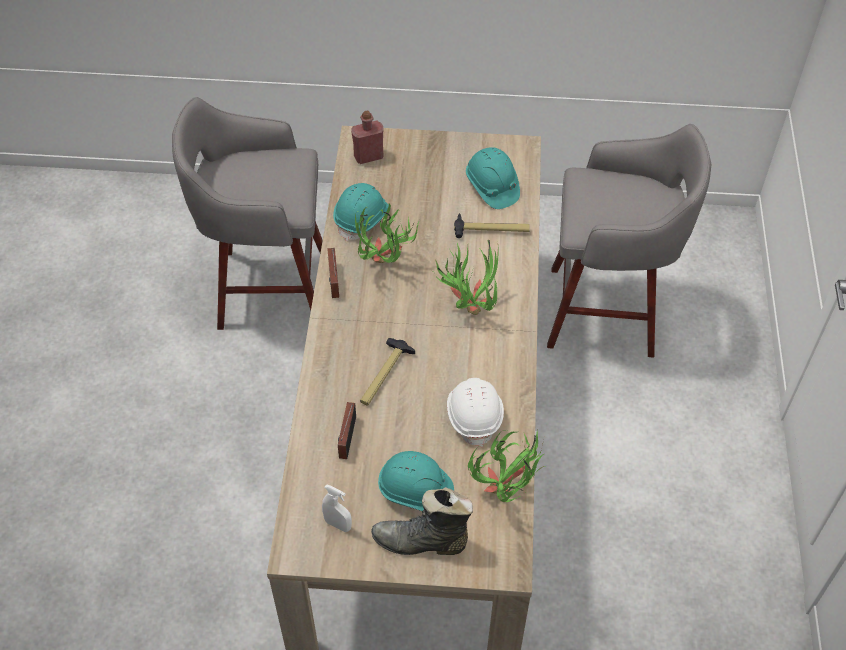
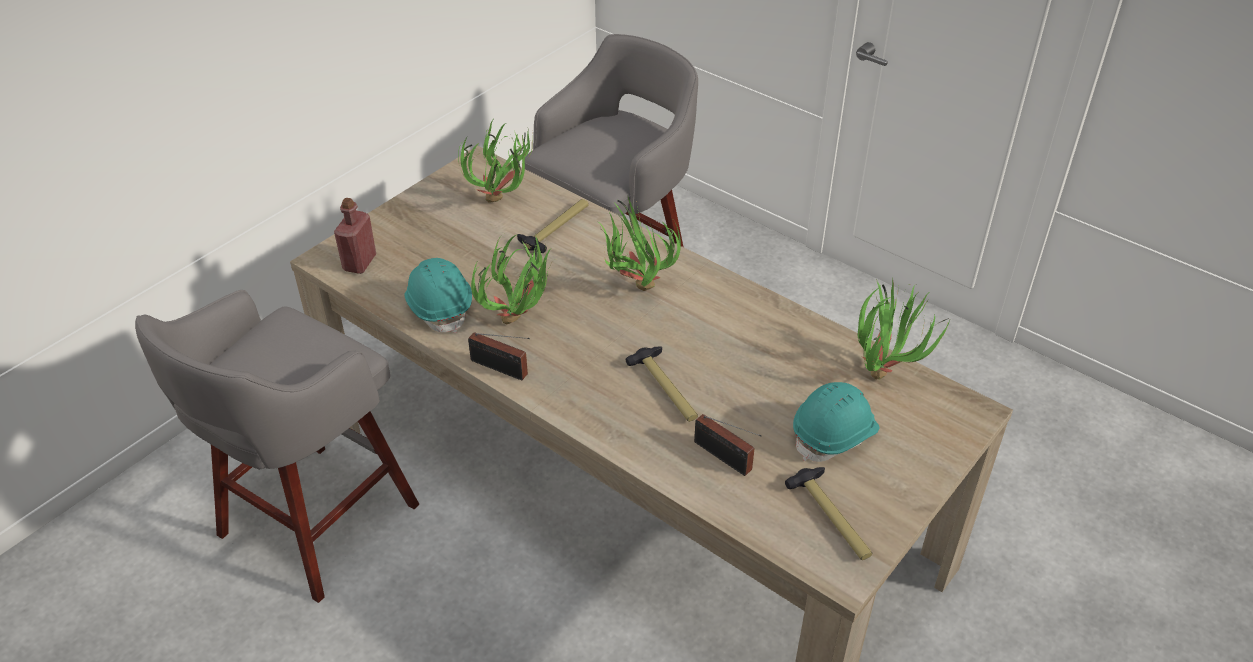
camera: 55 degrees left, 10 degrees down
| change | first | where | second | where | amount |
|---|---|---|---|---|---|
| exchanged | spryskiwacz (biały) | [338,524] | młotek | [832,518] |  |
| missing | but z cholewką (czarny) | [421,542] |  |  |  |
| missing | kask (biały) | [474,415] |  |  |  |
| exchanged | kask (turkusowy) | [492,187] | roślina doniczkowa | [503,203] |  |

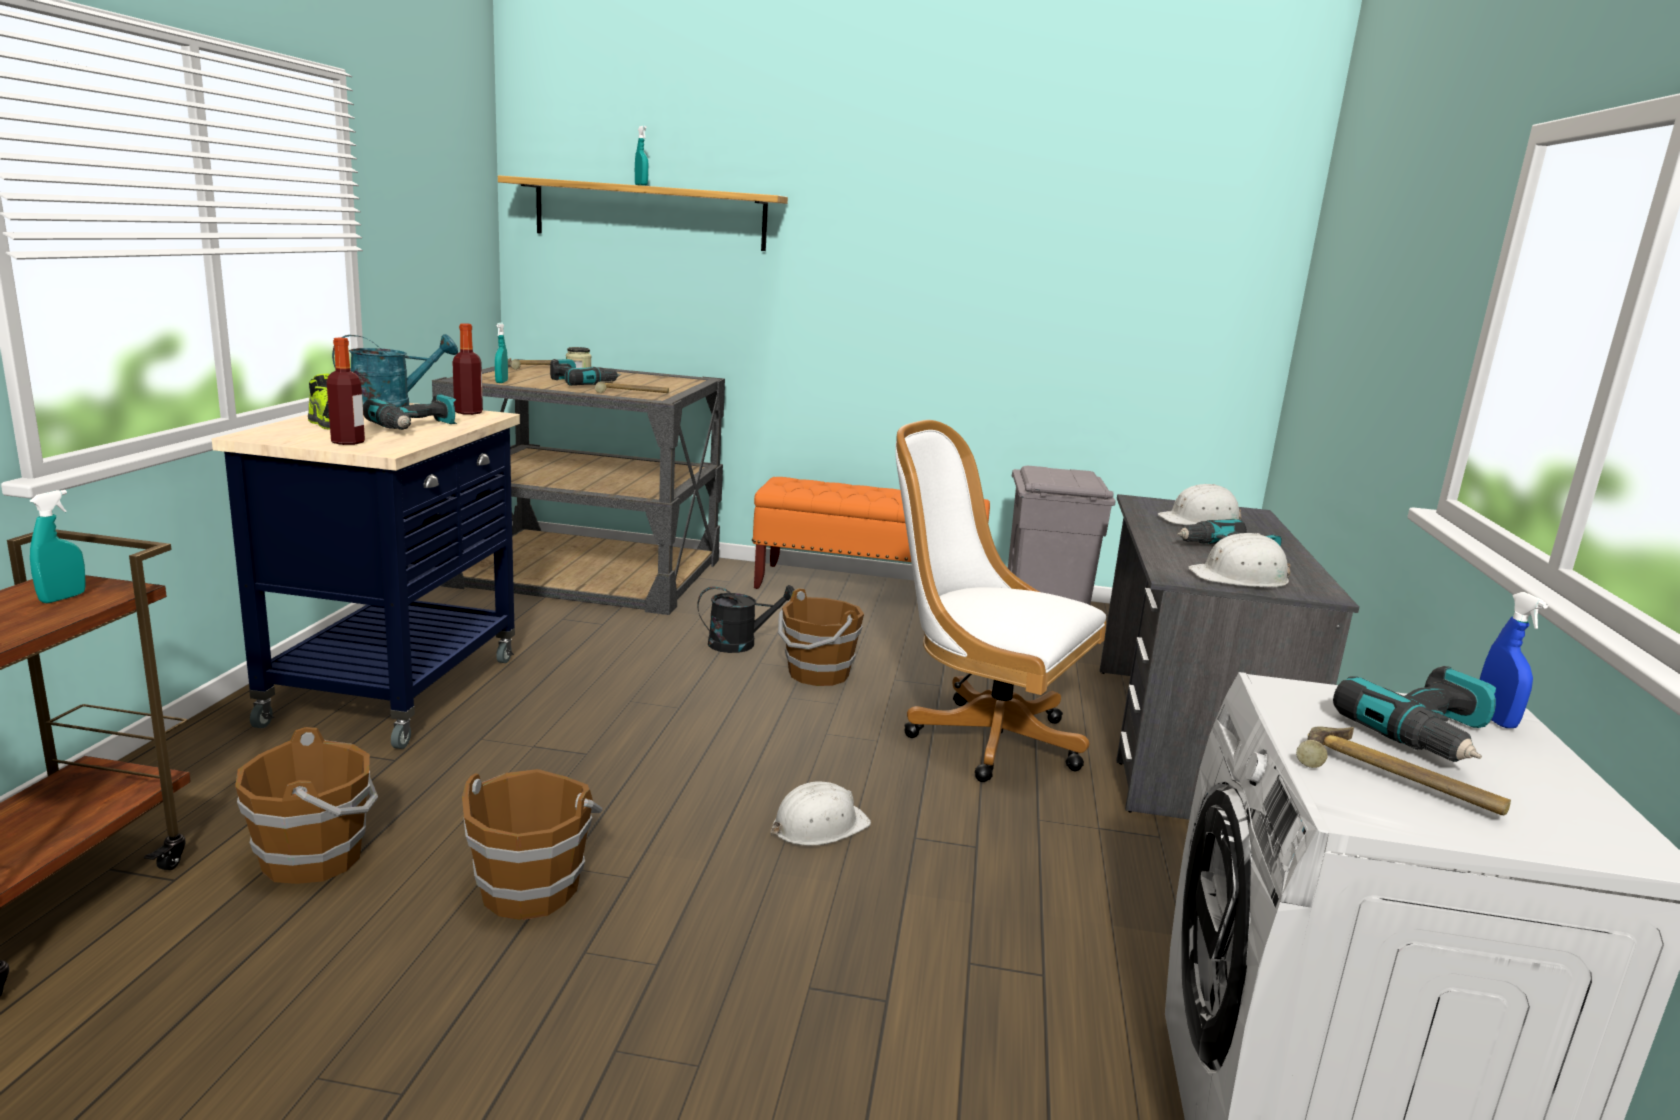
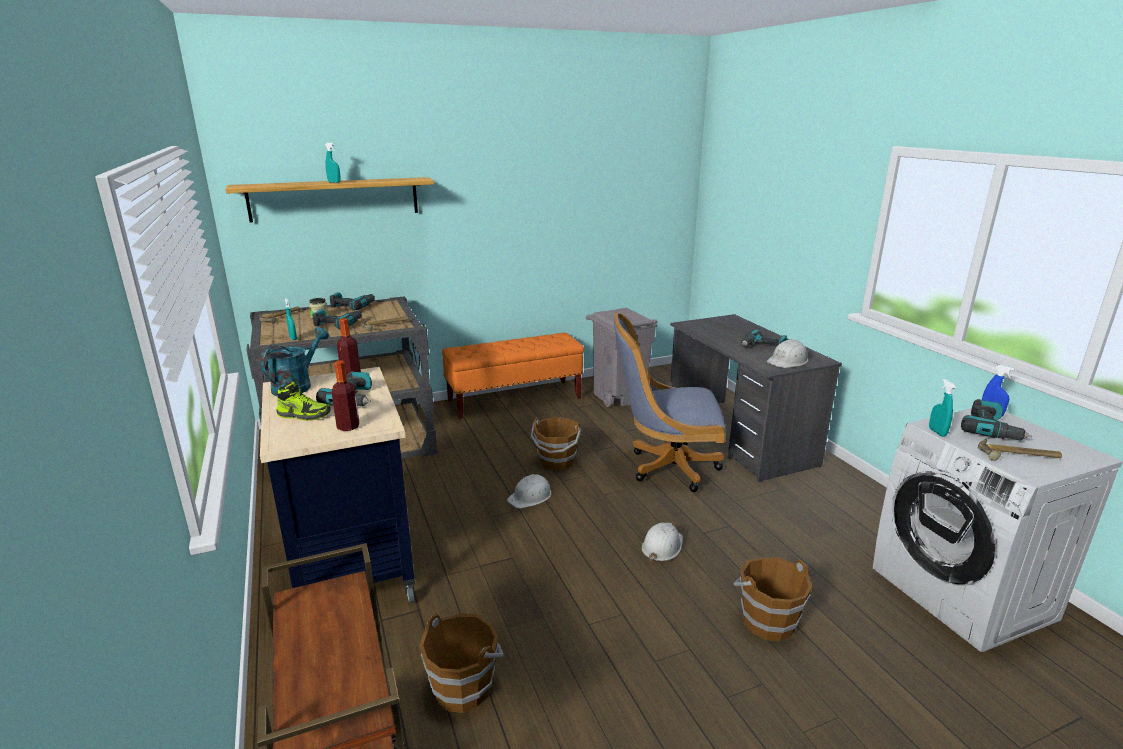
camera: 30 degrees left, 5 degrees up
| change | first | where | second | where | amount |
|---|---|---|---|---|---|
| relocated | spryskiwacz (turkusowy) | [63,598] |  | [937,432] |  |
| relocated | wiadro (brązowy) | [530,889] |  | [767,621] |  |
| missing | konewka (czarny) | [741,644] |  |  |  |
| colour | krzesło biurowe (biały) | [979,737] | krzesło biurowe (niebieski) | [665,468] |  |
| relocated | kask (biały) | [1201,521] |  | [530,496] |  |
| appeared |  |  | wiertarka | [353,306] |  |

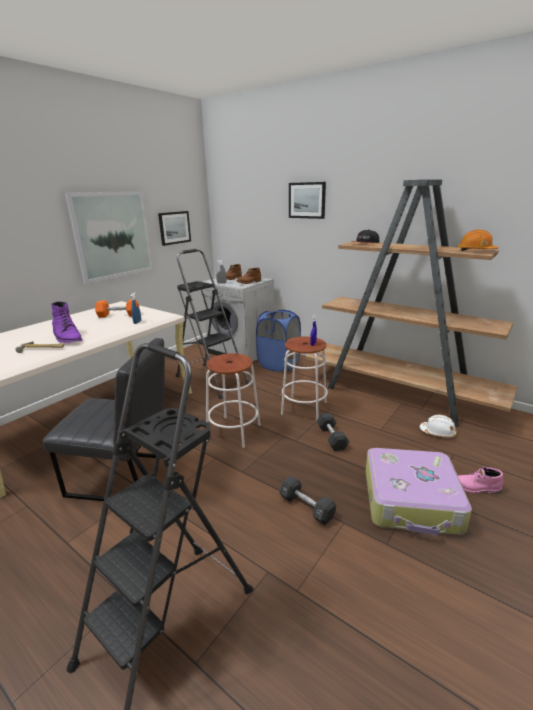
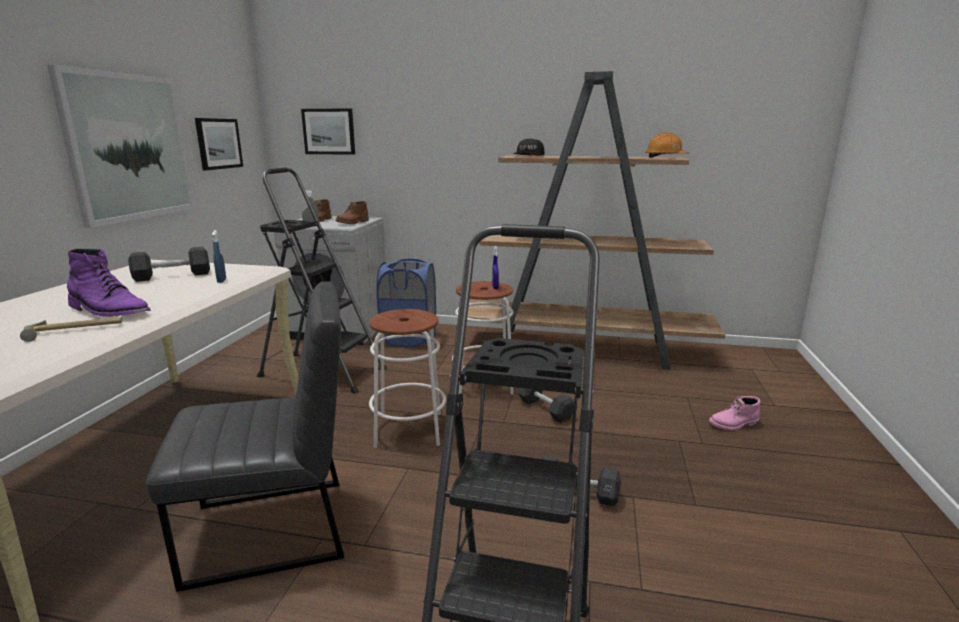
camera: 25 degrees left, 5 degrees down
| change | first | where | second | where | amount |
|---|---|---|---|---|---|
| colour | hantel (pomarańczowy) | [118,315] | hantel (czarny) | [172,276] |  |
| relocated | obraz | [307,200] |  | [329,131] |  |
| missing | walizka | [411,501] |  |  |  |
| missing | kask (biały) | [438,432] |  |  |  |

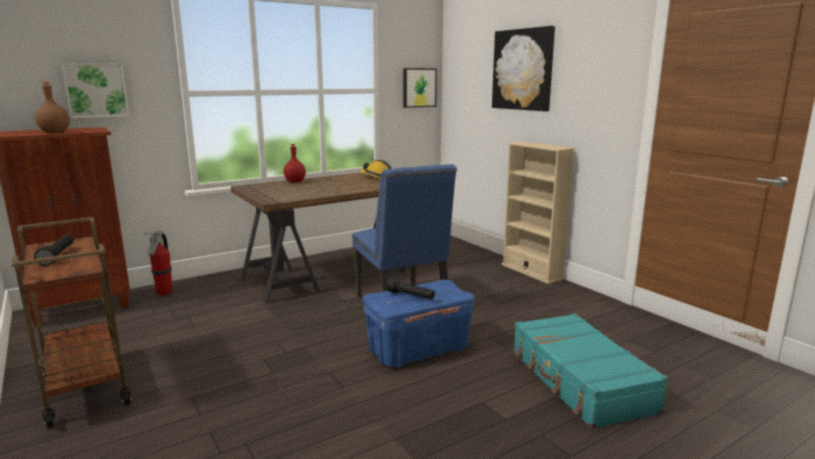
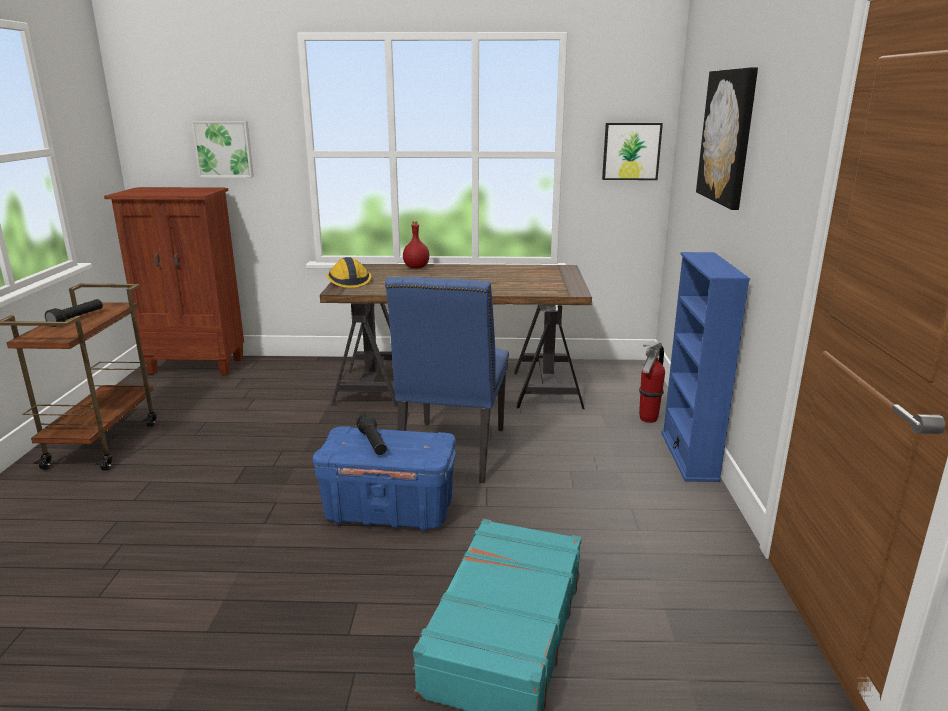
camera: 35 degrees right, 5 degrees up
| change | first | where | second | where | amount |
|---|---|---|---|---|---|
| missing | butelka (brązowy) | [54,132] |  |  |  |
| relocated | gaśnica | [164,293] |  | [648,419] |  |
| relocated | kask | [378,177] |  | [348,281] |  |
| colour | regał (beżowy) | [531,272] | regał (niebieski) | [689,456] |  |

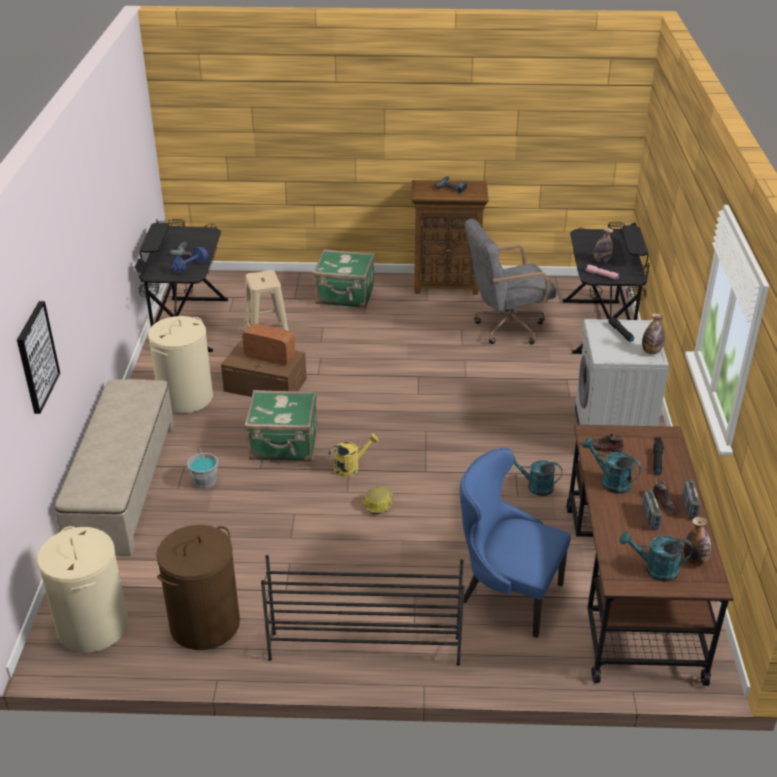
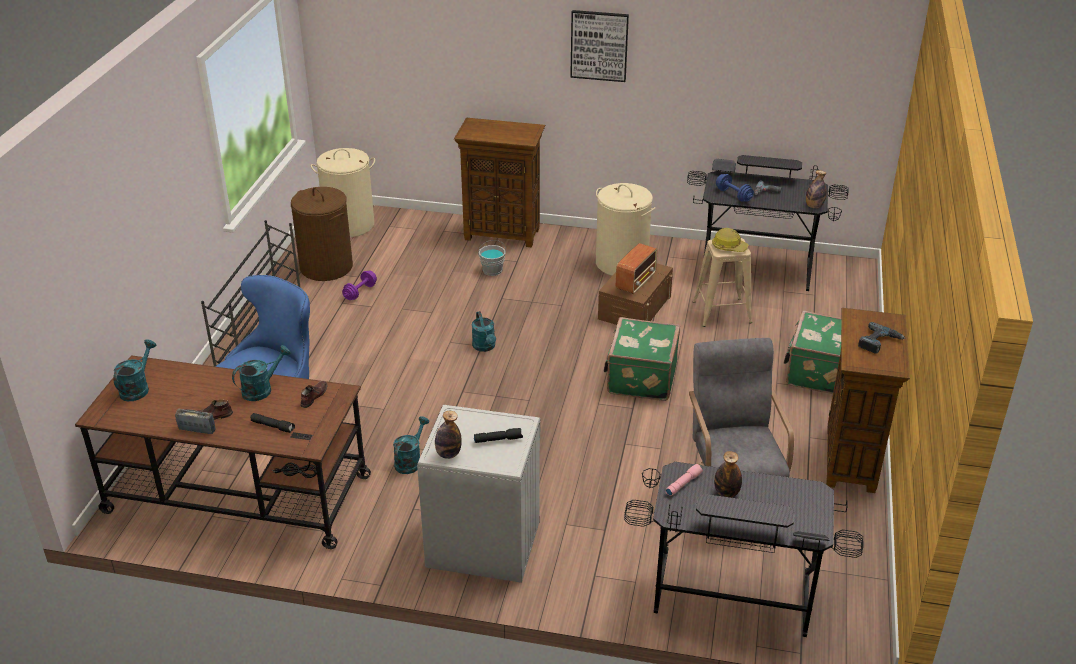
camera: 100 degrees right, 0 degrees up
| change | first | where | second | where | amount |
|---|---|---|---|---|---|
| relocated | obraz | [36,357] |  | [599,45] |  |
| exchanged | ławka (beżowy) | [123,484] | szafka (brązowy) | [503,234] |  |
| relocated | walizka (zielony) | [284,445] |  | [640,378] |  |
| colour | konewka (żółty) | [351,467] | konewka (turkusowy) | [485,347] |  |
| relocated | kask | [378,504] |  | [728,247] |  |
| missing | radio | [649,518] |  |  |  |
| relocated | butelka | [695,560] |  | [814,206] |  |
| appeared |  |  | hantel (fioletowy) | [360,292] |  |

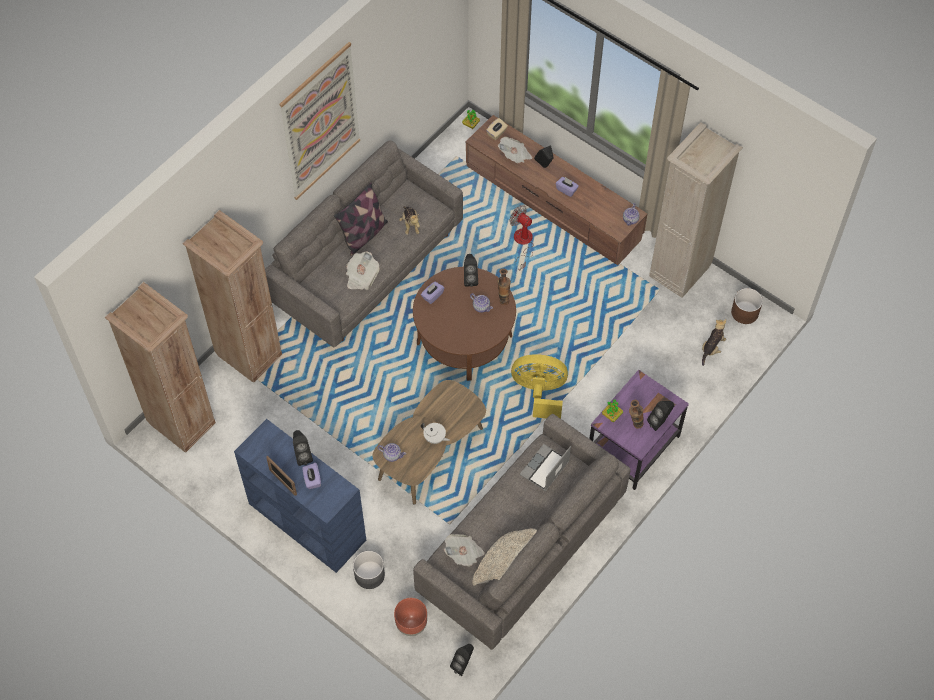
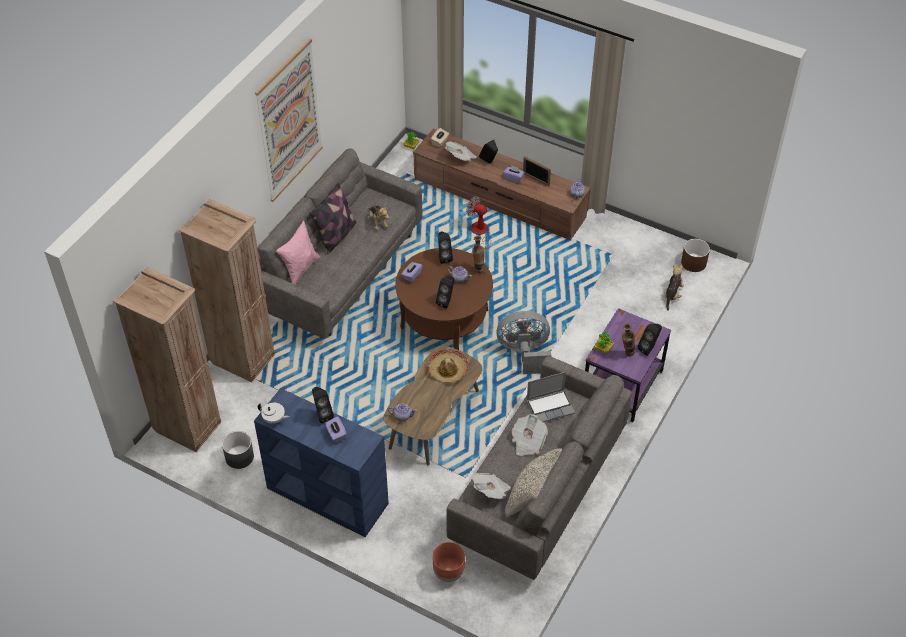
camera: 10 degrees left, 10 degrees down
| change | first | where | second | where | amount |
|---|---|---|---|---|---|
| relocated | ramka na zdjęcie | [282,482] |  | [536,179] |  |
| relocated | gazeta | [361,277] |  | [527,442] |  |
| relocated | donica (szary) | [369,574] |  | [239,456] |  |
| relocated | imbryk (biały) | [435,438] |  | [274,419] |  |
| relocated | głośnik (czarny) | [463,664] |  | [446,301] |  |
| colour | wentylator (żółty) | [539,393] | wentylator (szary) | [524,353] |  |
| spun | laptop | [545,469] |  | [550,406] | 135 degrees counterclockwise |
| missing | szafka (beżowy) | [680,271] |  |  |  |
| appeared |  |  | poduszka (różowy) | [300,269] |  |
| appeared |  |  | kapelusz | [448,369] |  |

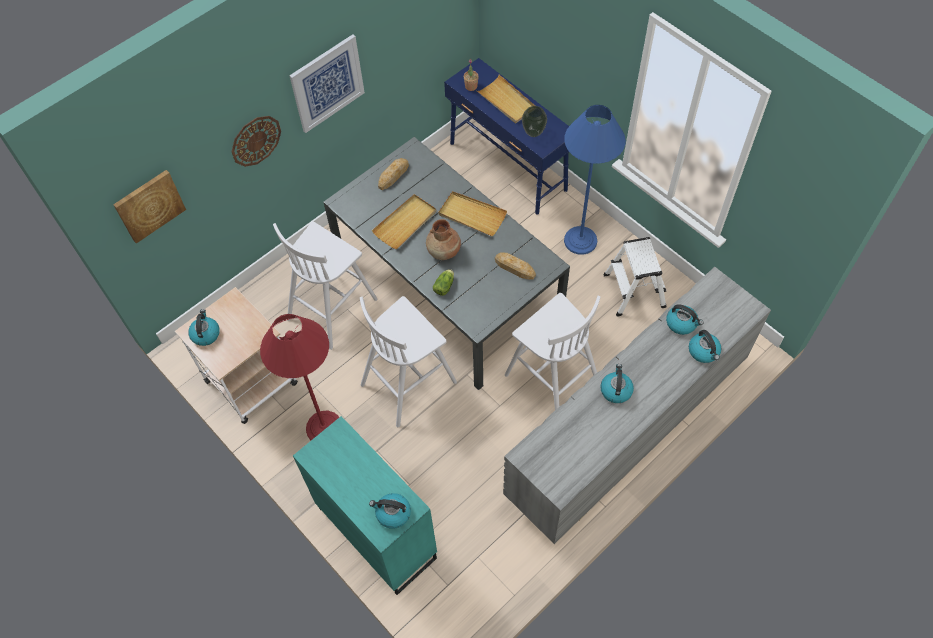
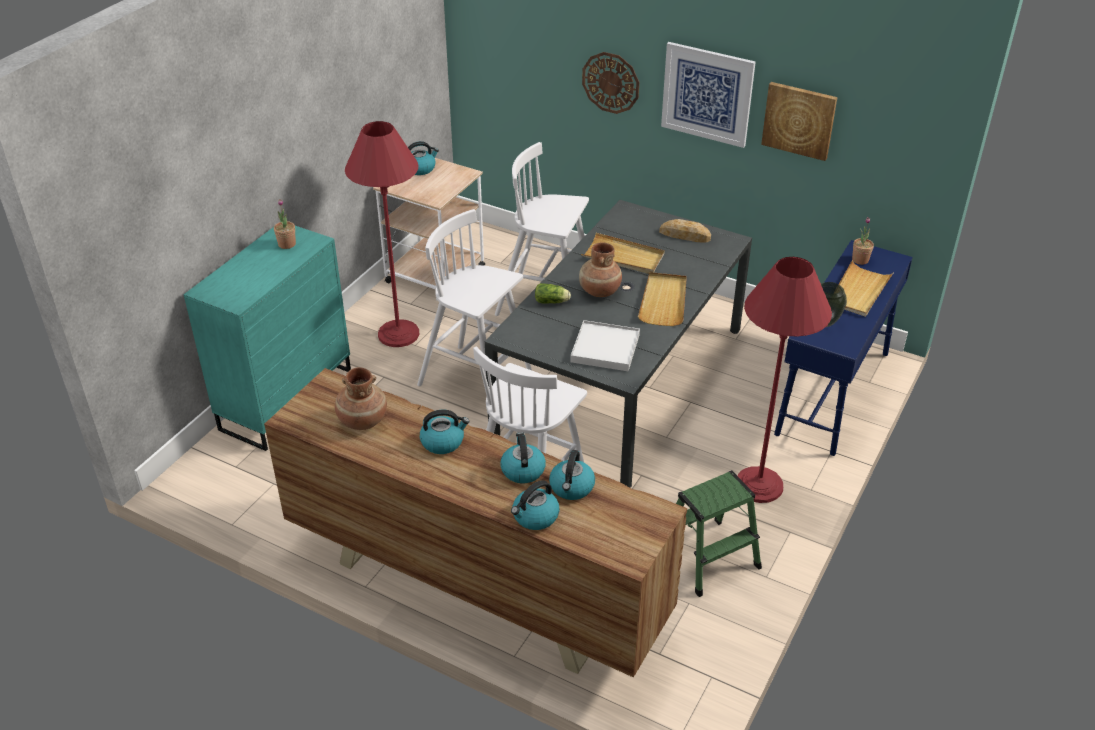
camera: 70 degrees right, 20 degrees down
| change | first | where | second | where | amount |
|---|---|---|---|---|---|
| relocated | obraz | [149,205] |  | [799,120] |  |
| relocated | czajnik | [392,513] |  | [522,470] |  |
| exchanged | chleb | [514,268] | taca (biały) | [605,349] |  |
| colour | szafka (szary) | [626,437] | szafka (brązowy) | [473,589] |  |
| colour | lampa stojąca (niebieski) | [580,240] | lampa stojąca (czerwony) | [759,485] |  |
| colour | drabinka (biały) | [634,291] | drabinka (zielony) | [708,557] |  |
| appeared |  |  | roślina doniczkowa | [287,244] |  |
| appeared |  |  | wazon (brązowy) | [362,420] |  |

